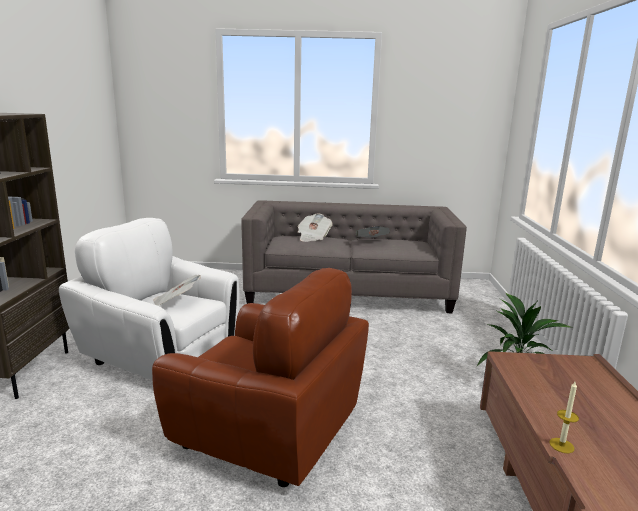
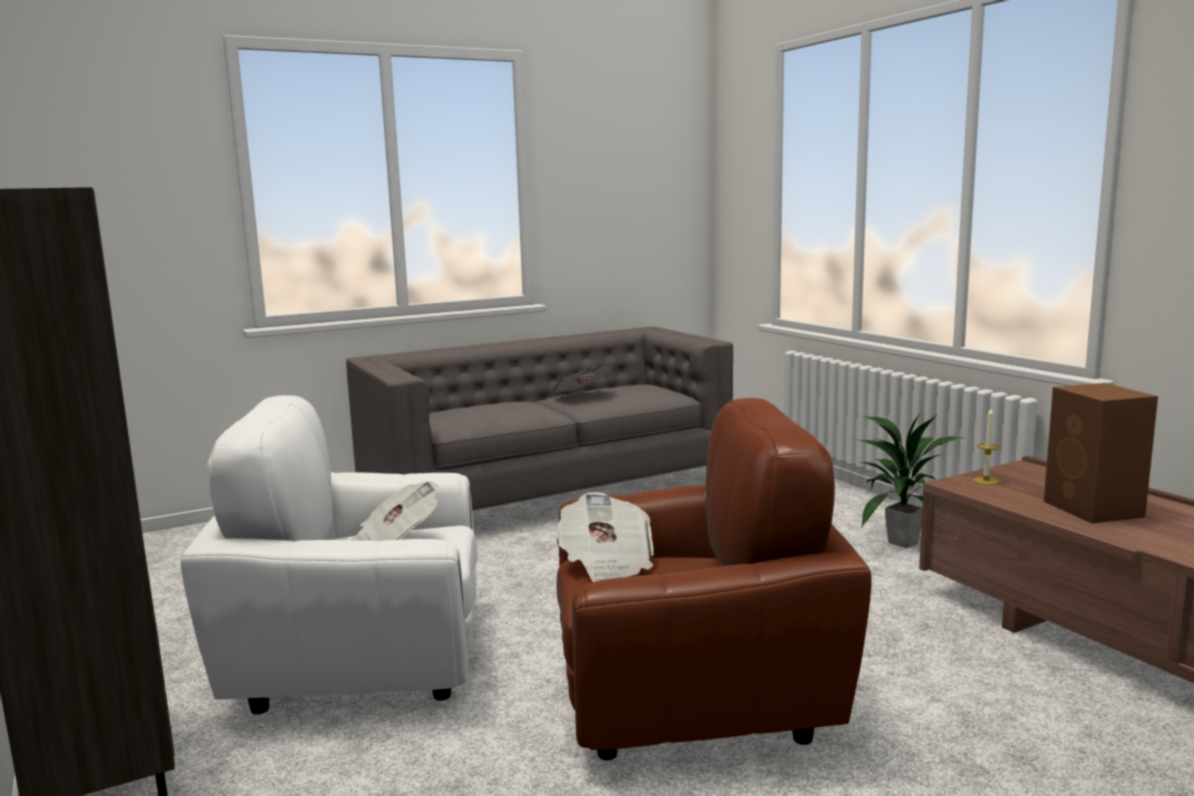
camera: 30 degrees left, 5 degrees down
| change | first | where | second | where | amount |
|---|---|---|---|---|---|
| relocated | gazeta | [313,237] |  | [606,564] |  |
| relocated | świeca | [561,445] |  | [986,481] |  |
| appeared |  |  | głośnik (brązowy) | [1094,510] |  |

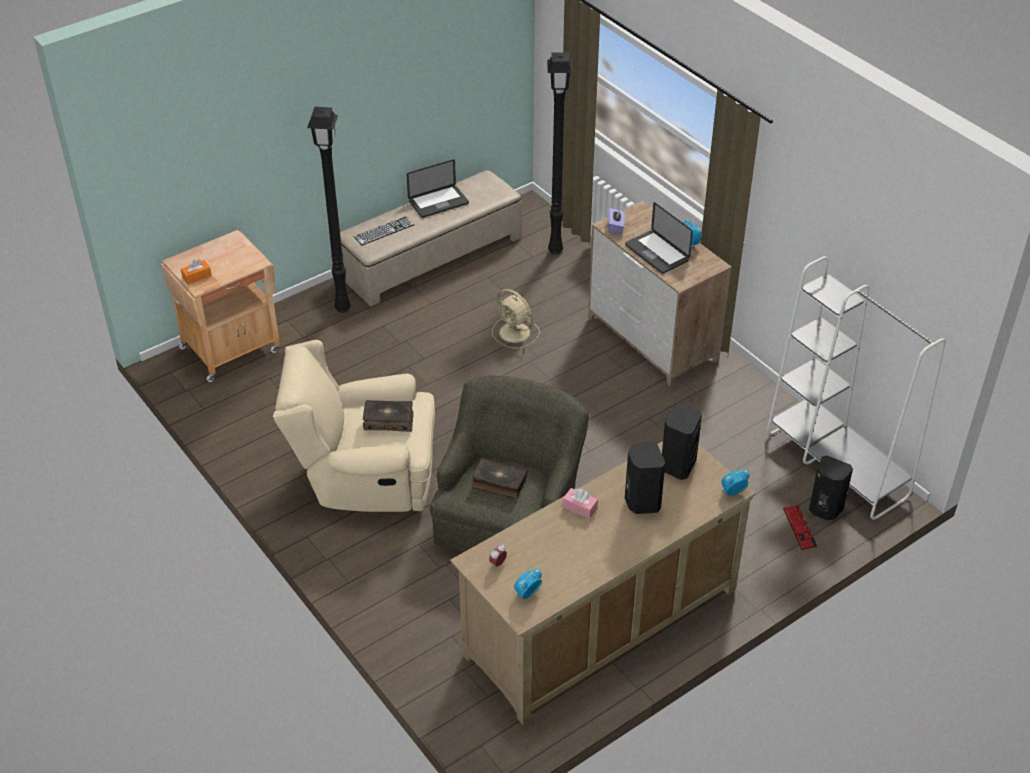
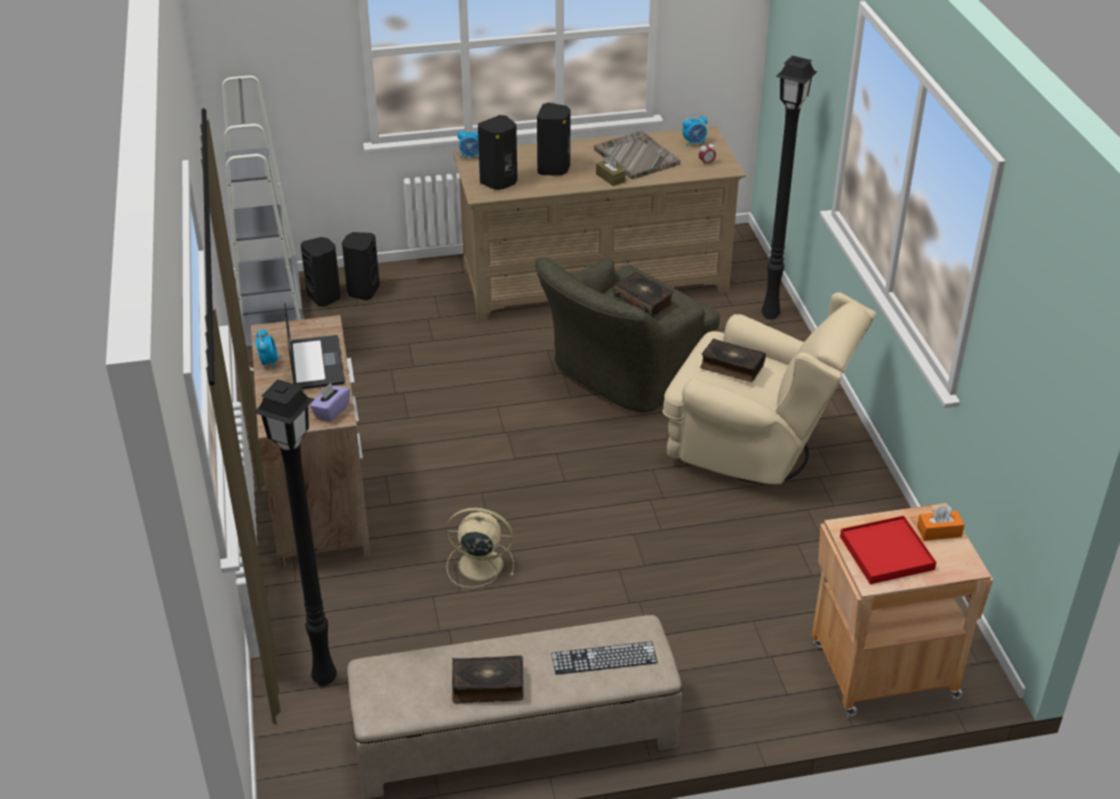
camera: 155 degrees left, 5 degrees down
| change | first | where | second | where | amount |
|---|---|---|---|---|---|
| relocated | lampa stojąca (czarny) | [341,309] |  | [772,315] |  |
| exchanged | laptop | [438,202] | książka | [487,685] |  |
| spun | wentylator (beżowy) | [515,333] |  | [478,564] | 60 degrees counterclockwise |
| colour | pudełko chusteczek (różowy) | [580,507] | pudełko chusteczek (brązowy) | [610,178] |  |
| exchanged | klawiatura | [799,528] | głośnik (czarny) | [362,291] |  |
| appeared |  |  | taca (szary) | [636,156] |  |
| appeared |  |  | taca (czerwony) | [886,553] |  |

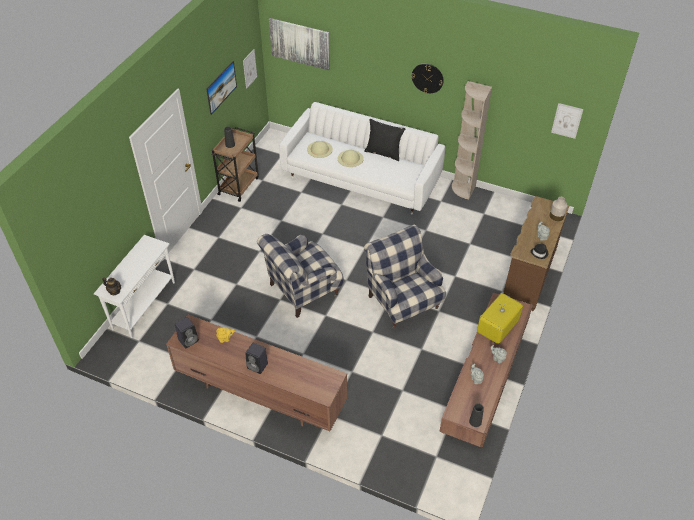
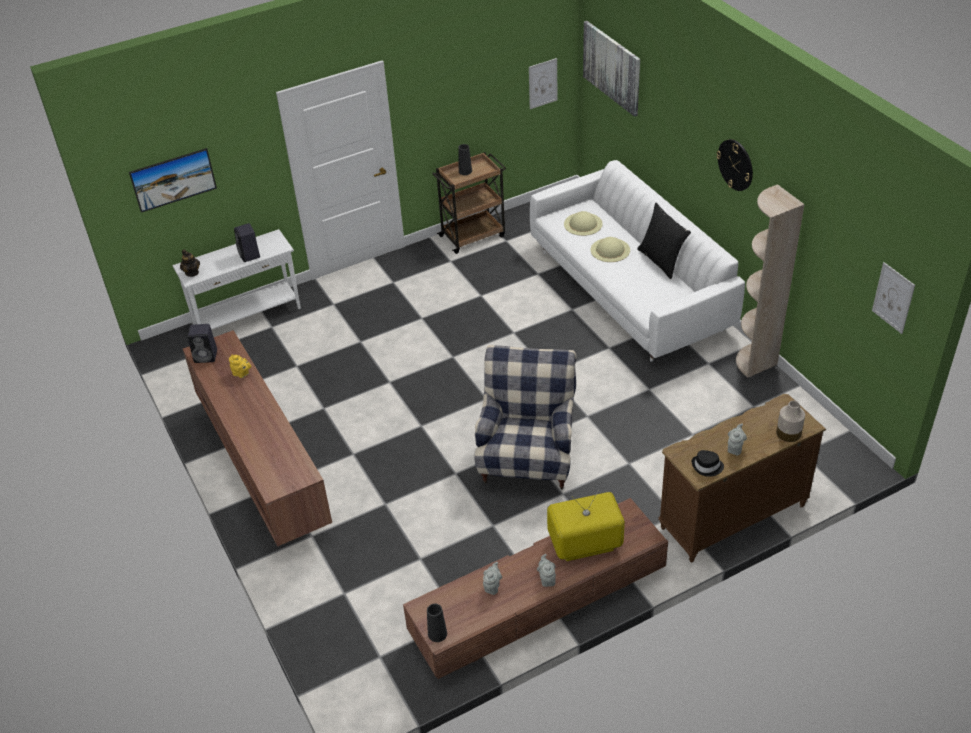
camera: 40 degrees right, 5 degrees down
| change | first | where | second | where | amount |
|---|---|---|---|---|---|
| relocated | obraz | [222,93] |  | [176,189] |  |
| relocated | głośnik (czarny) | [258,366] |  | [250,255] |  |
| missing | fotel | [303,290] |  |  |  |

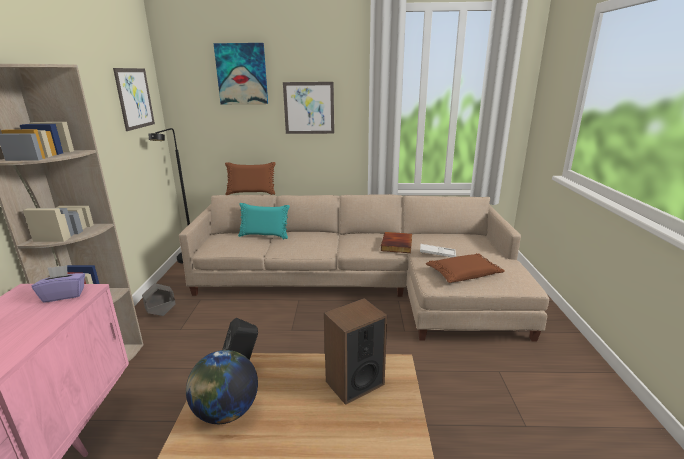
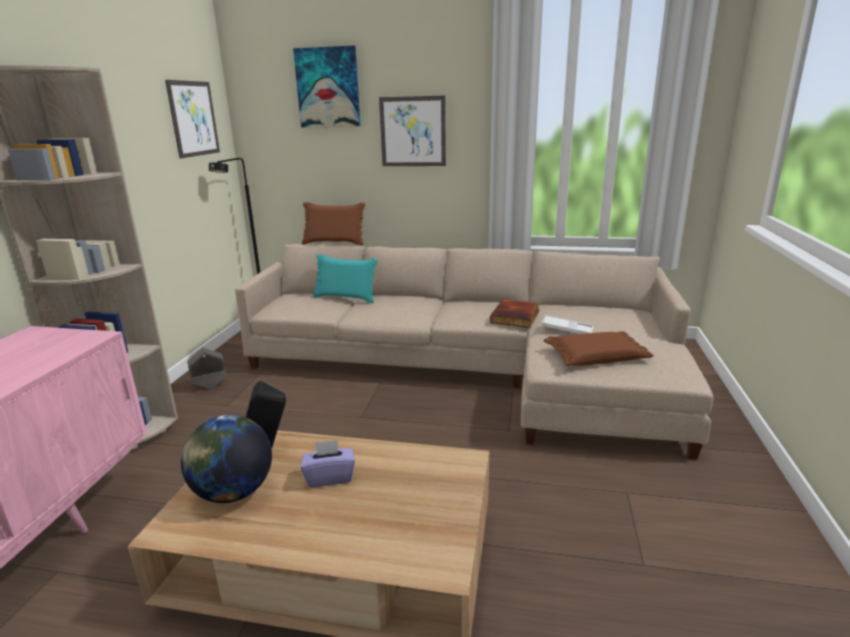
camera: 10 degrees right, 0 degrees up
| change | first | where | second | where | amount |
|---|---|---|---|---|---|
| relocated | pudełko chusteczek (fioletowy) | [64,295] |  | [329,477] |  |
| missing | głośnik | [354,383] |  |  |  |

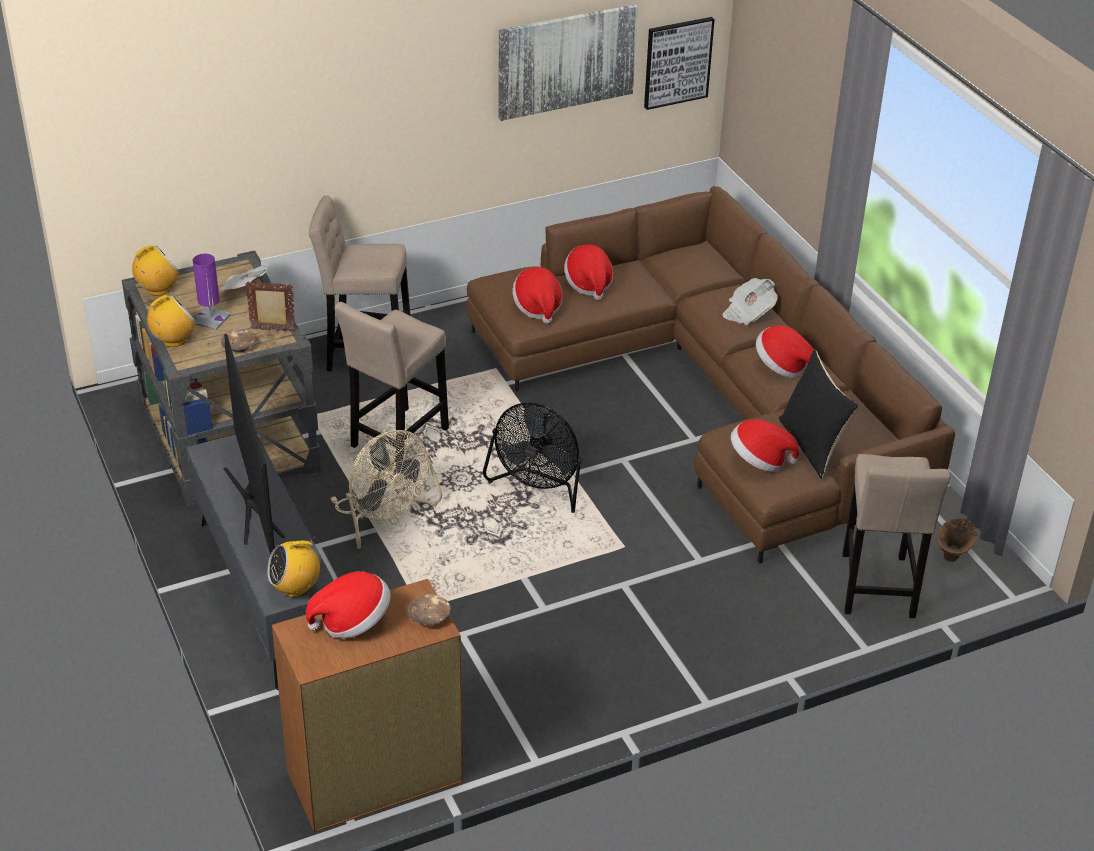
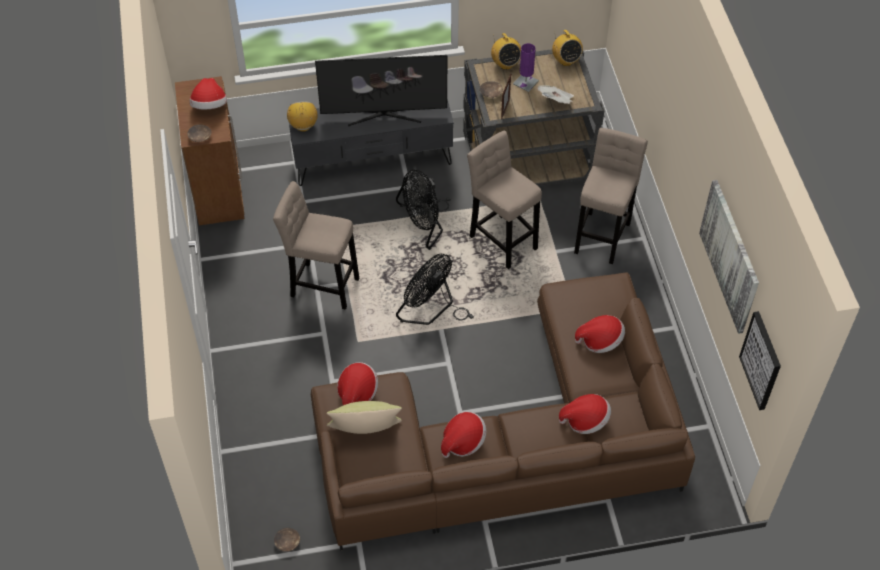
camera: 105 degrees right, 15 degrees up
| change | first | where | second | where | amount |
|---|---|---|---|---|---|
| colour | wentylator (beżowy) | [382,517] | wentylator (czarny) | [425,221] |  |
| relocated | kapelusz | [537,307] |  | [585,420] |  |
| missing | gazeta | [748,313] |  |  |  |
| colour | poduszka (czarny) | [812,446] | poduszka (żółty) | [364,432] |  |
| relocated | stołek (beżowy) | [876,589] |  | [321,285] |  |
| exchanged | wazon (brązowy) | [953,553] | miska (brązowy) | [287,542] |  |

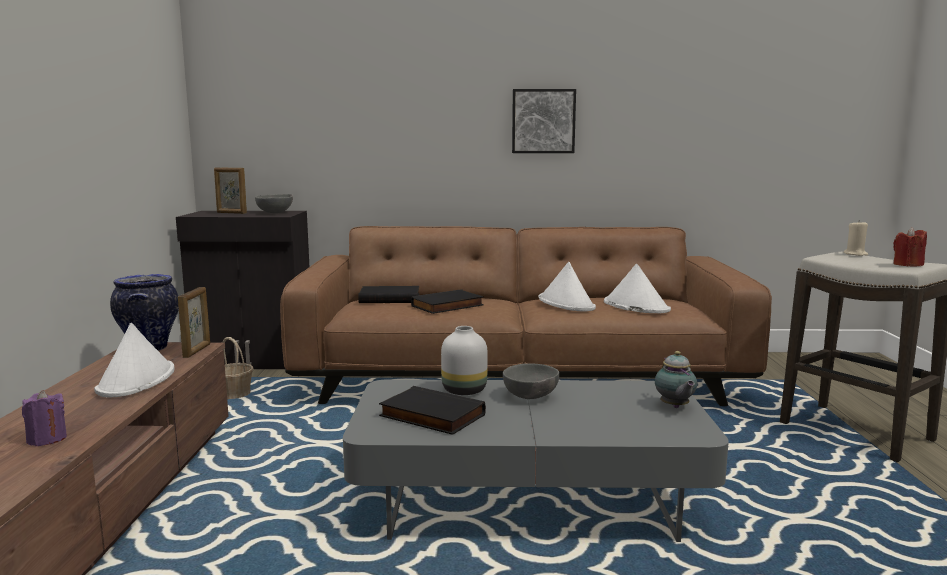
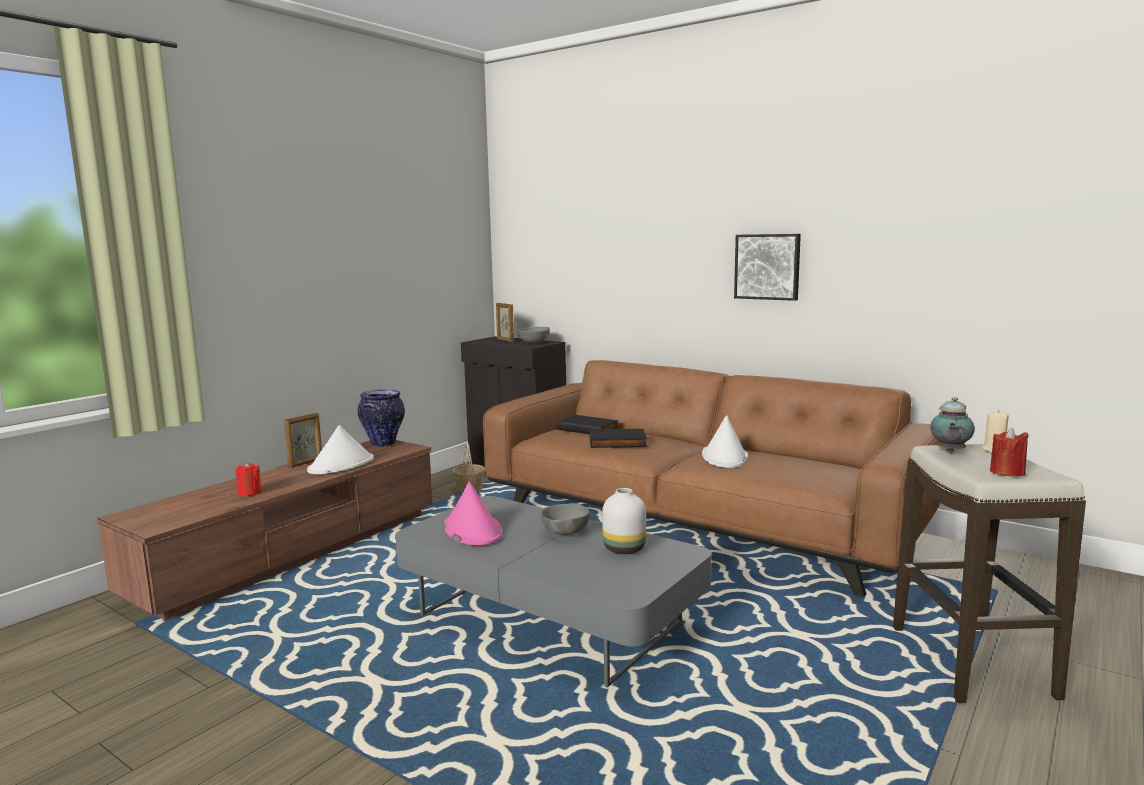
camera: 35 degrees right, 0 degrees up
| change | first | where | second | where | amount |
|---|---|---|---|---|---|
| colour | świeca (fioletowy) | [47,439] | świeca (czerwony) | [249,492] |  |
| relocated | ramka na zdjęcie | [197,351] |  | [306,463] |  |
| exchanged | książka (czarny) | [430,416] | kapelusz (różowy) | [472,530] |  |
| relocated | wazon (biały) | [464,390] |  | [624,548] |  |
| missing | kapelusz (biały) | [635,306] |  |  |  |
| relocated | imbryk | [674,407] |  | [949,452] |  |

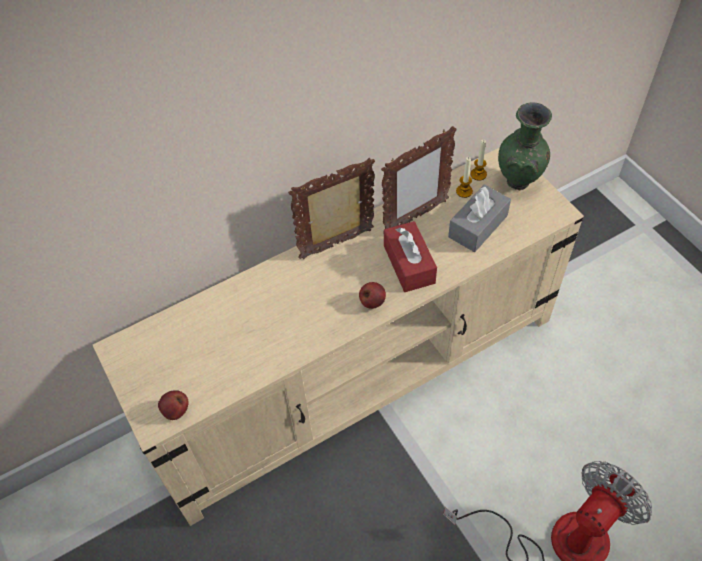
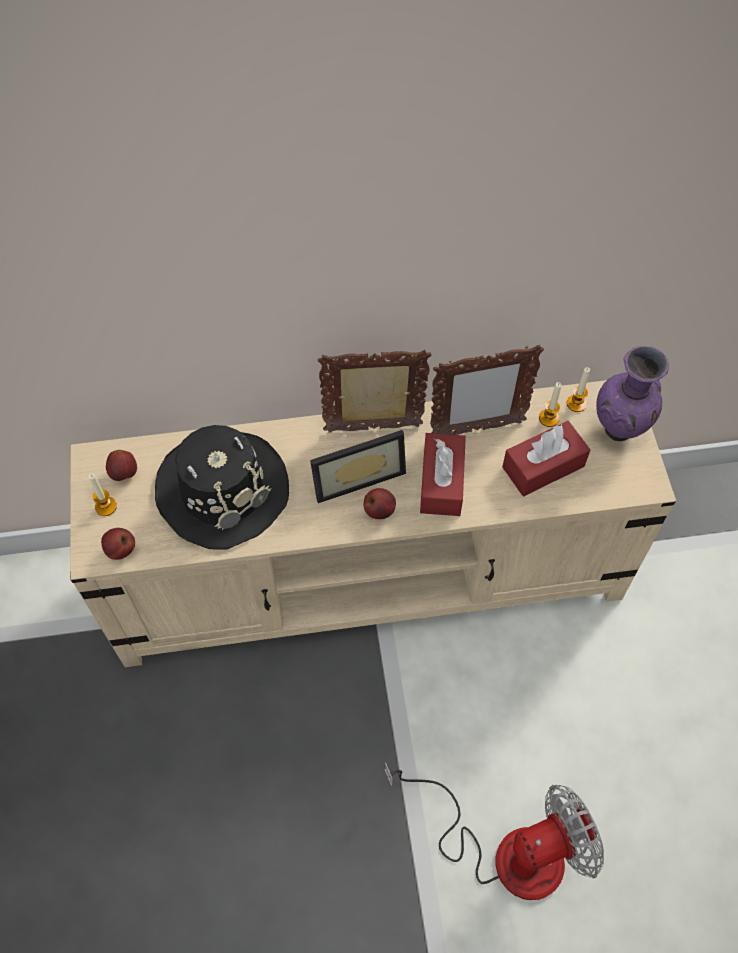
camera: 20 degrees right, 5 degrees up
| change | first | where | second | where | amount |
|---|---|---|---|---|---|
| colour | pudełko chusteczek (szary) | [478,226] | pudełko chusteczek (czerwony) | [543,466] |  |
| colour | wazon (zielony) | [519,183] | wazon (fioletowy) | [619,432] |  |
| appeared |  |  | świeca | [106,506] |  |
| appeared |  |  | jabłko | [124,473] |  |
| appeared |  |  | kapelusz (czarny) | [222,490] |  |
| appeared |  |  | ramka na zdjęcie | [356,474] |  |

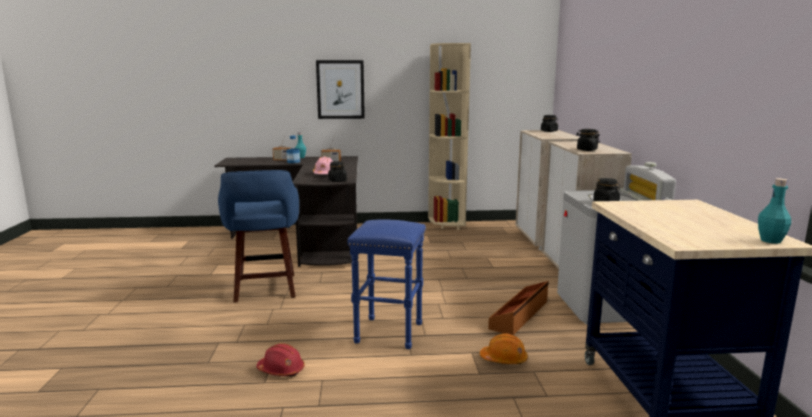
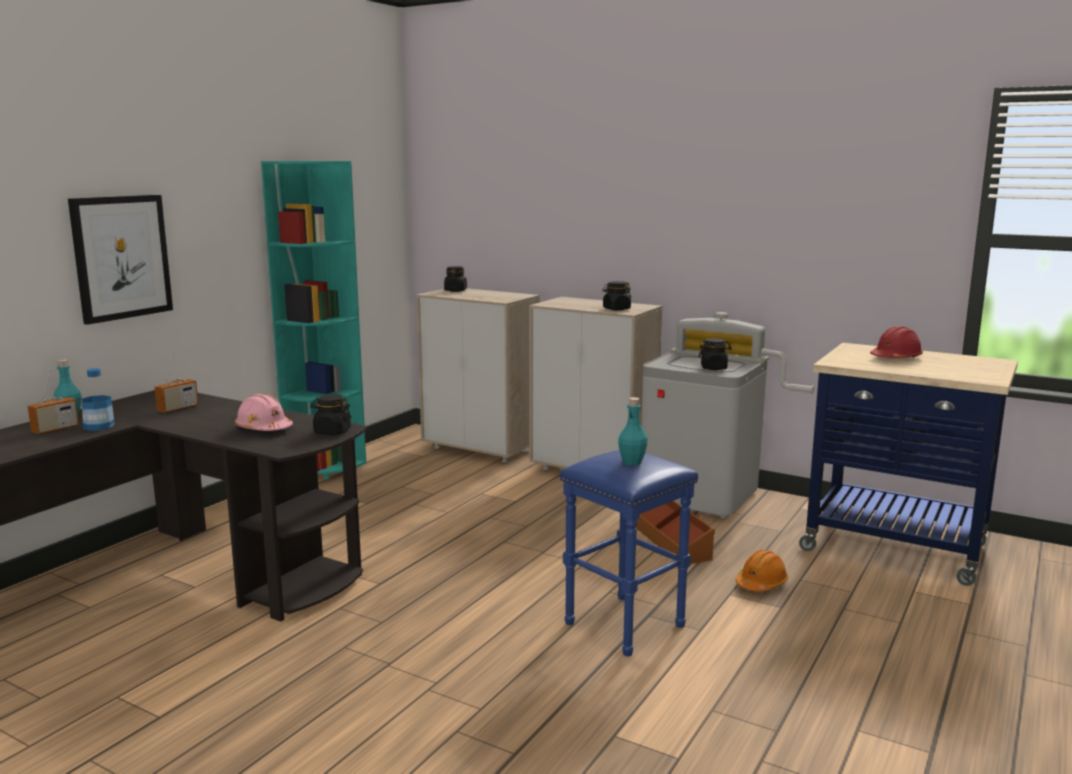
camera: 55 degrees left, 0 degrees up
| change | first | where | second | where | amount |
|---|---|---|---|---|---|
| missing | stołek (niebieski) | [265,289] |  |  |  |
| relocated | kask (czerwony) | [281,370] |  | [896,358] |  |
| colour | regał (beżowy) | [447,226] | regał (turkusowy) | [325,473] |  |
| relocated | butelka (turkusowy) | [770,240] |  | [632,462] |  |

